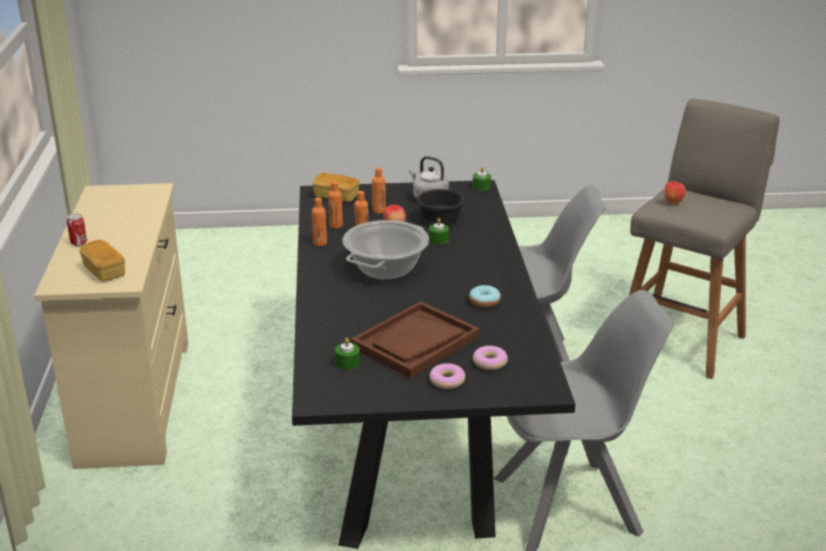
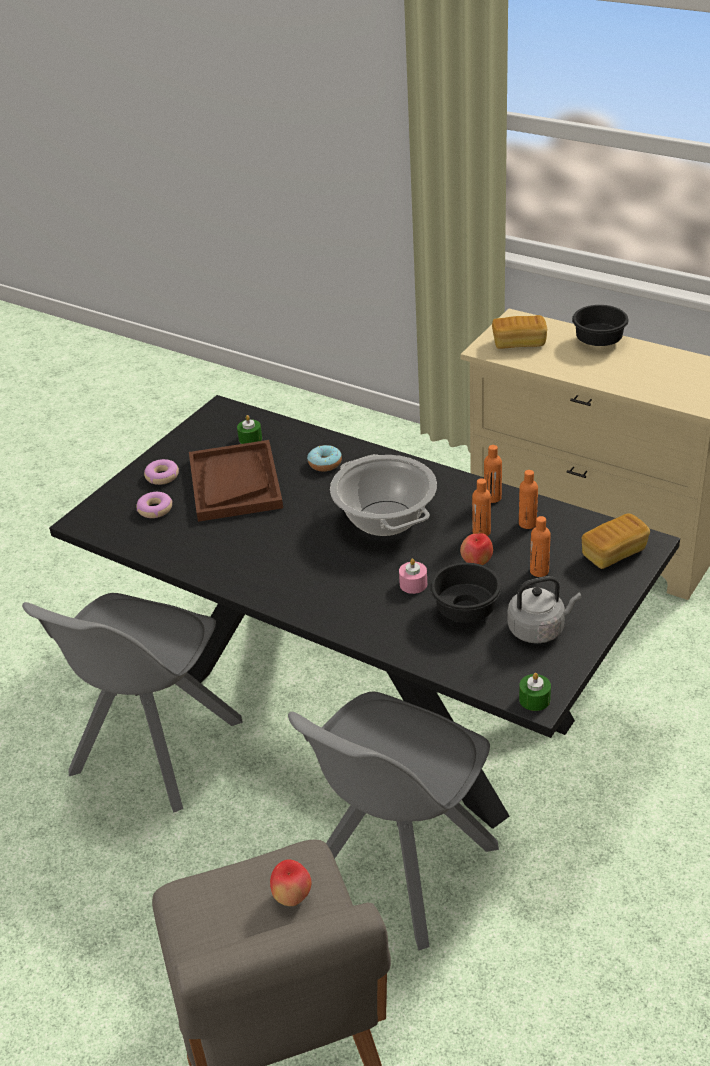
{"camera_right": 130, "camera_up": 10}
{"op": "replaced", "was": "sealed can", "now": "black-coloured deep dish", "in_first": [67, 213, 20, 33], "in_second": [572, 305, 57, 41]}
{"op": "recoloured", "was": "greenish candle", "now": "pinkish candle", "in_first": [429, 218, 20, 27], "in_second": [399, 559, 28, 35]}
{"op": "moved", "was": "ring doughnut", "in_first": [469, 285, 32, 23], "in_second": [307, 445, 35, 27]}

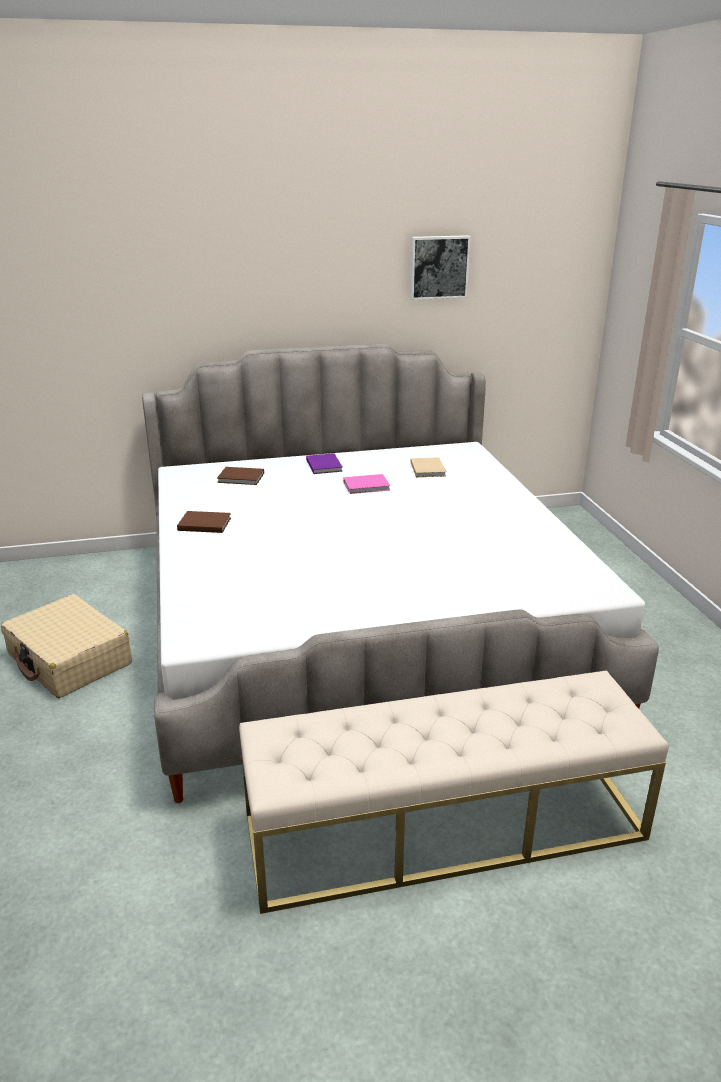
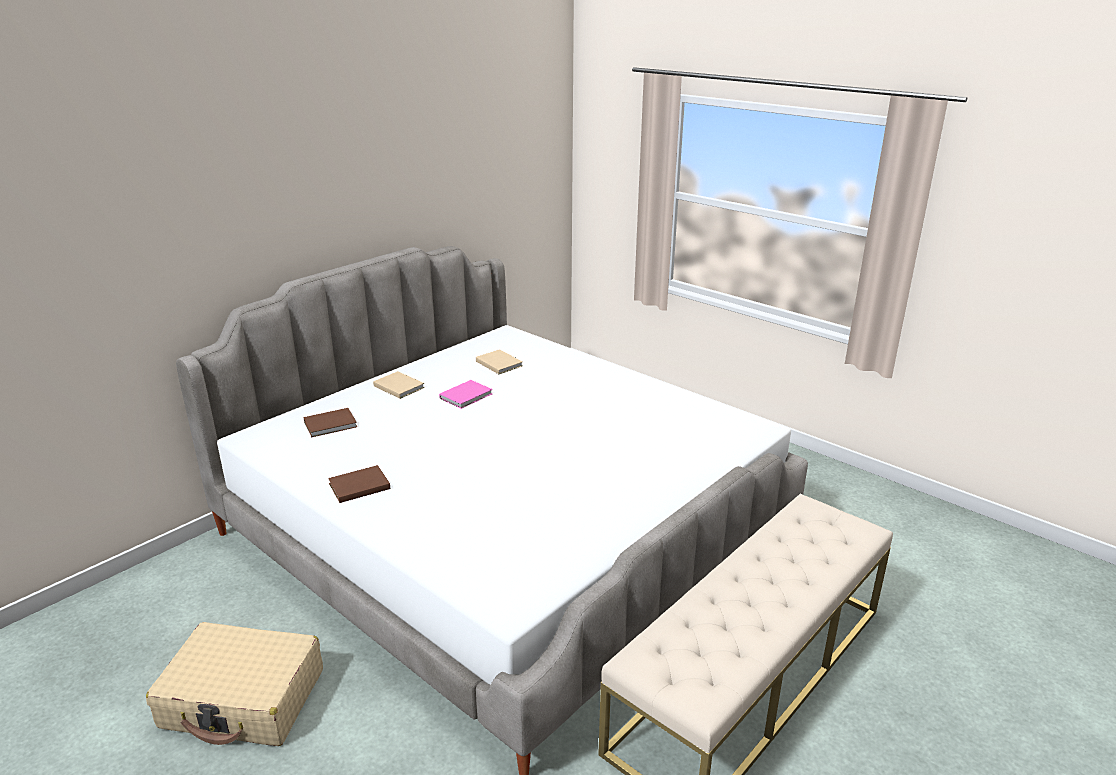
{"camera_right": -35, "camera_up": 0}
{"op": "recoloured", "was": "purplish bound book", "now": "beige bound book", "in_first": [306, 453, 37, 21], "in_second": [373, 371, 52, 28]}
{"op": "removed", "was": "picture", "in_first": [410, 235, 61, 65]}

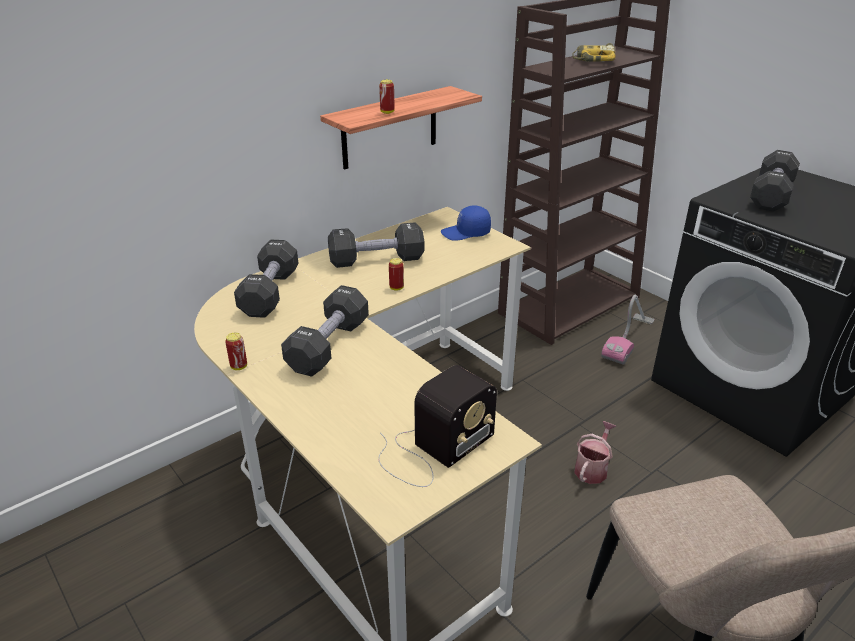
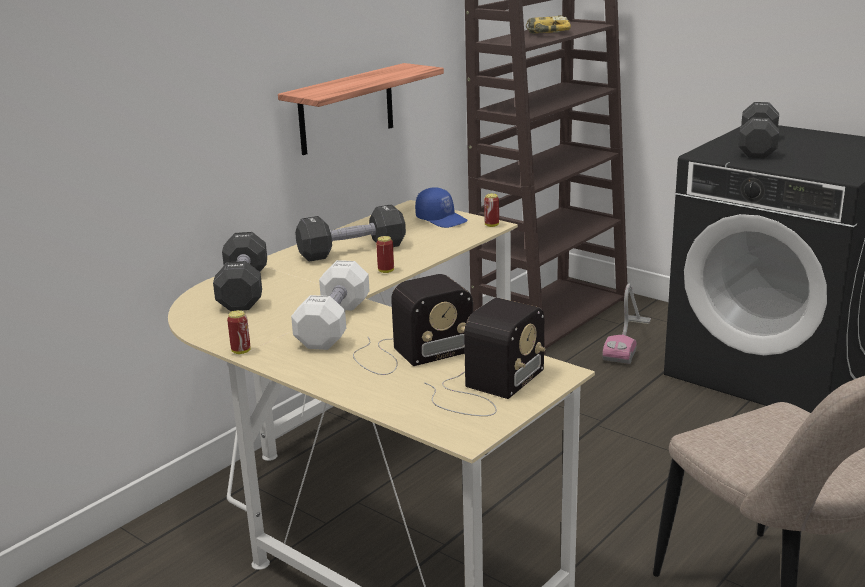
{"camera_right": -10, "camera_up": -10}
{"op": "recoloured", "was": "black-coloured hand weight", "now": "white hand weight", "in_first": [281, 285, 88, 92], "in_second": [291, 260, 79, 90]}
{"op": "moved", "was": "sealed can", "in_first": [379, 80, 16, 34], "in_second": [484, 194, 15, 33]}
{"op": "turned", "was": "blue-coloured peaked cap", "in_first": [441, 205, 50, 36], "in_second": [415, 187, 53, 41], "clockwise": -120}
{"op": "removed", "was": "sprinkling can", "in_first": [574, 421, 43, 63]}
{"op": "added", "now": "radio receiver", "in_second": [353, 274, 120, 101]}

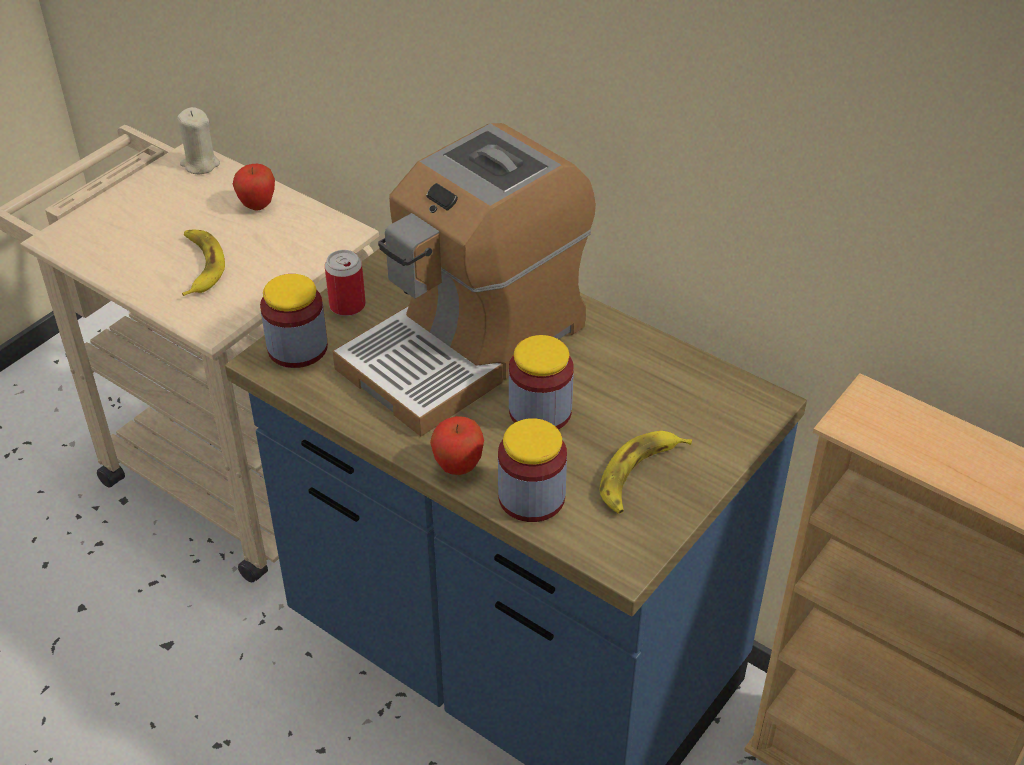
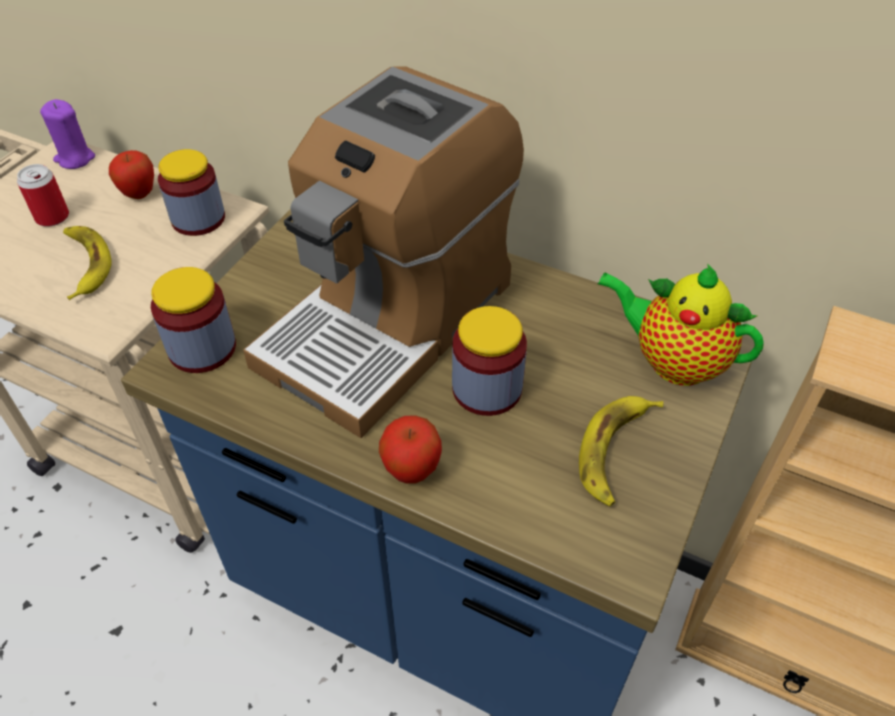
{"camera_right": -10, "camera_up": 5}
{"op": "recoloured", "was": "beige candle", "now": "purplish candle", "in_first": [177, 107, 43, 68], "in_second": [40, 99, 55, 70]}
{"op": "moved", "was": "sealed can", "in_first": [325, 250, 41, 66], "in_second": [17, 164, 52, 63]}
{"op": "moved", "was": "jar", "in_first": [498, 418, 69, 104], "in_second": [158, 149, 67, 87]}
{"op": "added", "now": "pot for tea", "in_second": [598, 264, 166, 122]}

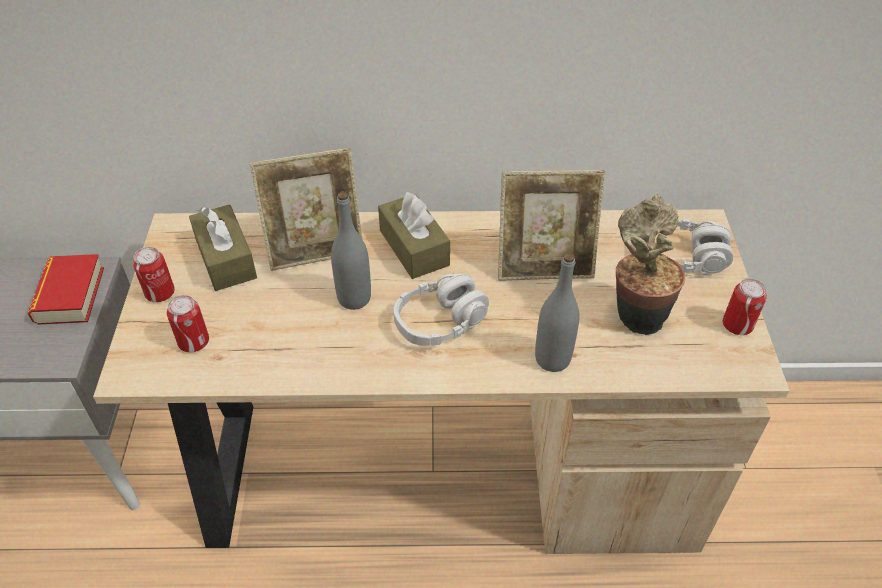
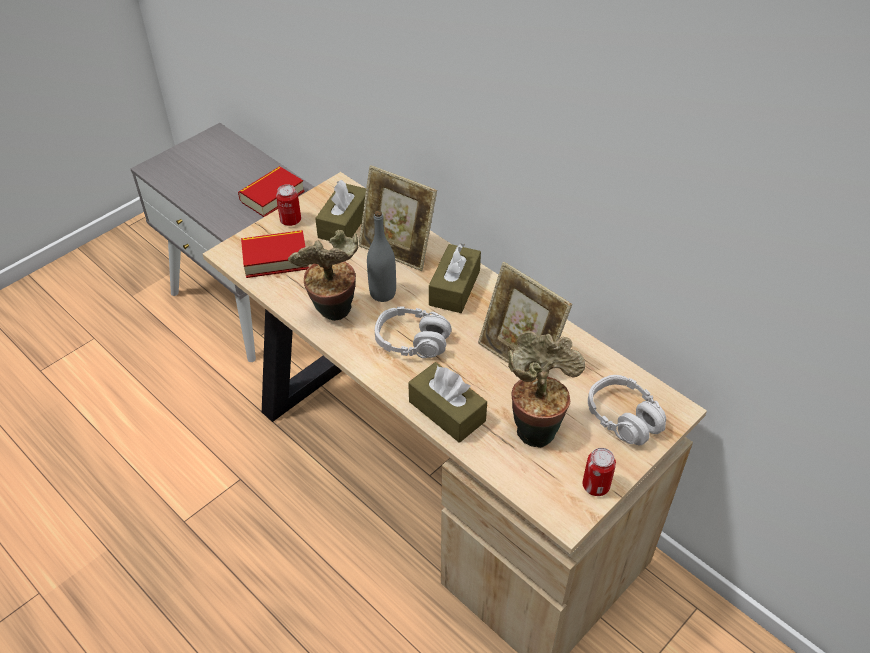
{"camera_right": 45, "camera_up": 0}
{"op": "replaced", "was": "sealed can", "now": "bound book", "in_first": [167, 295, 42, 57], "in_second": [241, 230, 68, 48]}
{"op": "replaced", "was": "grey drink bottle", "now": "brownish tissue holder", "in_first": [535, 253, 44, 119], "in_second": [408, 362, 79, 81]}
{"op": "added", "now": "houseplant", "in_second": [288, 230, 70, 91]}

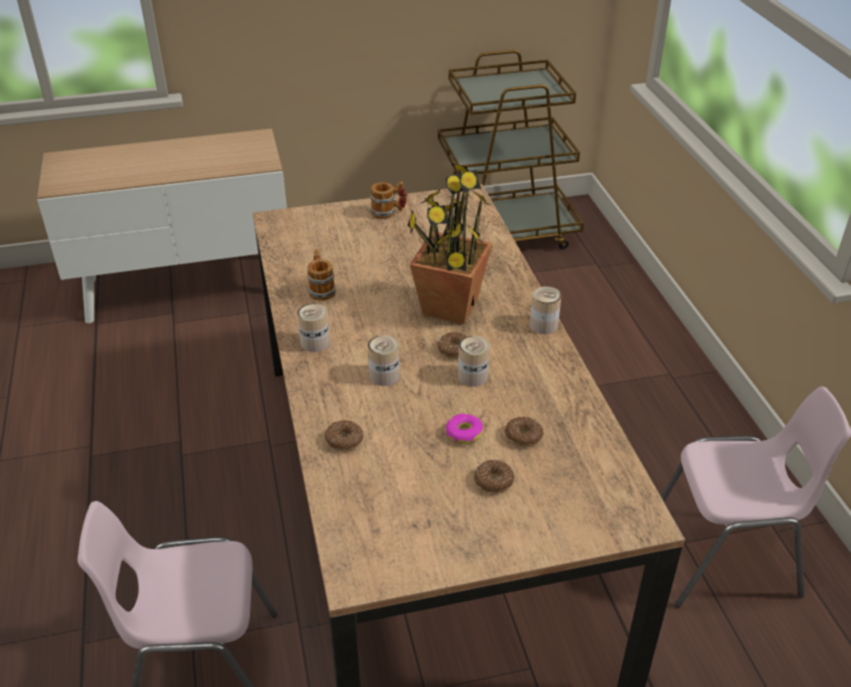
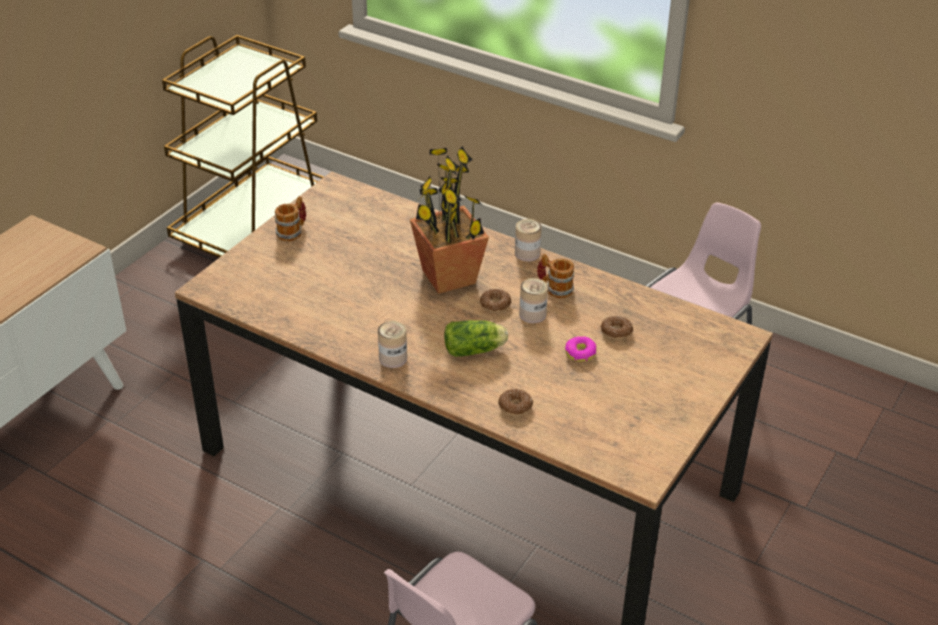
{"camera_right": -45, "camera_up": 0}
{"op": "moved", "was": "coffee mug", "in_first": [307, 249, 29, 52], "in_second": [537, 253, 37, 46]}
{"op": "replaced", "was": "sealed can", "now": "head of lettuce", "in_first": [368, 335, 31, 51], "in_second": [444, 320, 64, 37]}
{"op": "removed", "was": "ring doughnut", "in_first": [474, 460, 40, 33]}

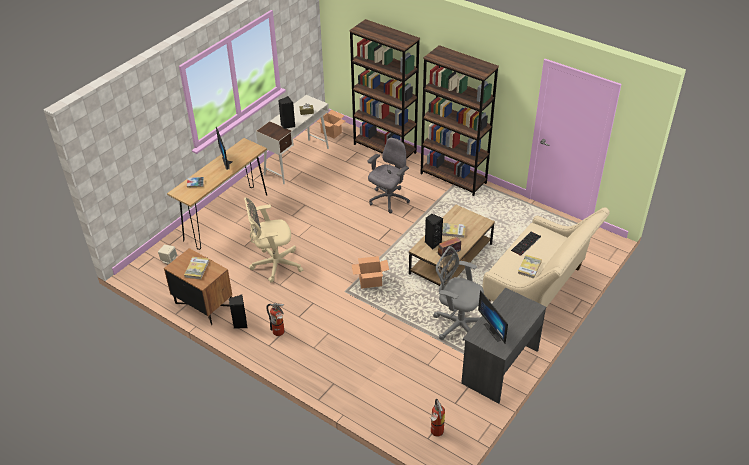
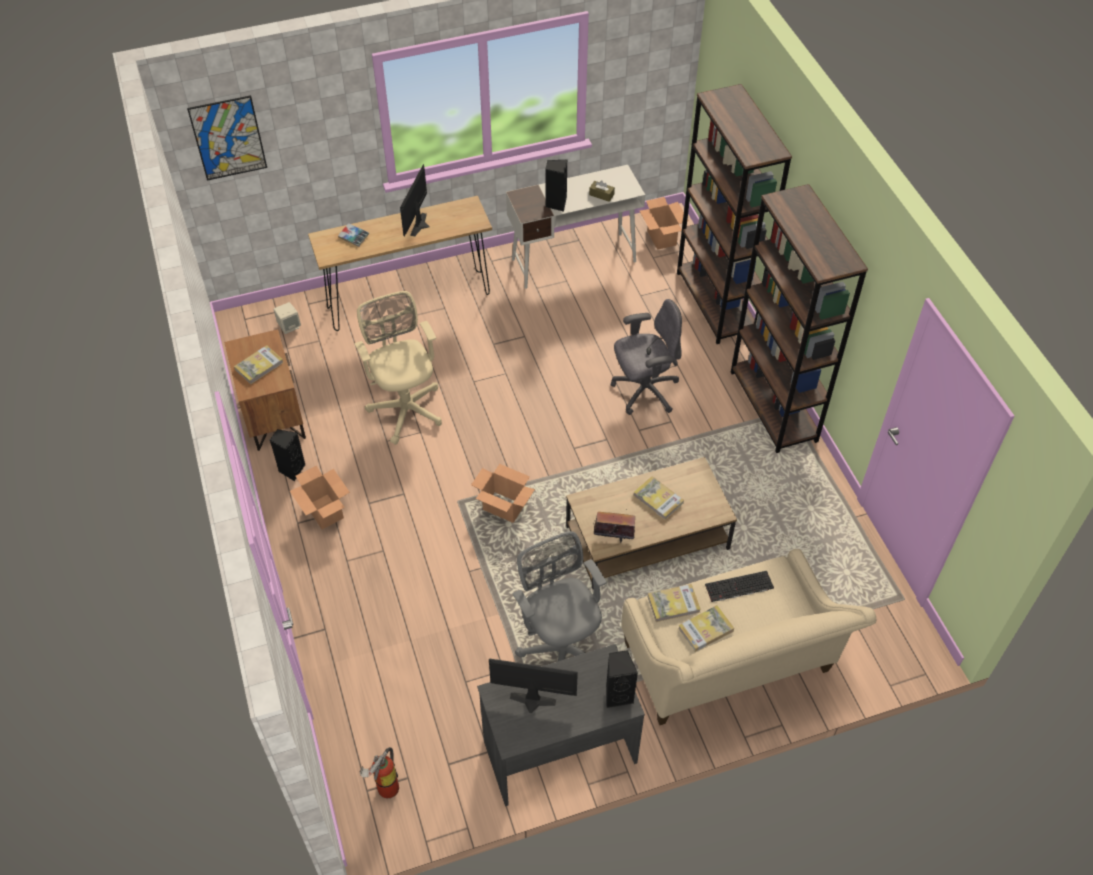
{"camera_right": 35, "camera_up": 10}
{"op": "turned", "was": "beige desk chair", "in_first": [244, 197, 59, 85], "in_second": [355, 291, 87, 154], "clockwise": 45}
{"op": "replaced", "was": "extinguisher", "now": "packing box", "in_first": [266, 303, 19, 33], "in_second": [290, 466, 60, 63]}
{"op": "moved", "was": "black-coloured audio speaker", "in_first": [425, 214, 18, 36], "in_second": [606, 650, 32, 58]}
{"op": "turned", "was": "computer display", "in_first": [478, 290, 30, 53], "in_second": [489, 658, 89, 55], "clockwise": 90}
{"op": "added", "now": "picture", "in_second": [187, 95, 80, 86]}
{"op": "added", "now": "bound book", "in_second": [648, 584, 53, 38]}

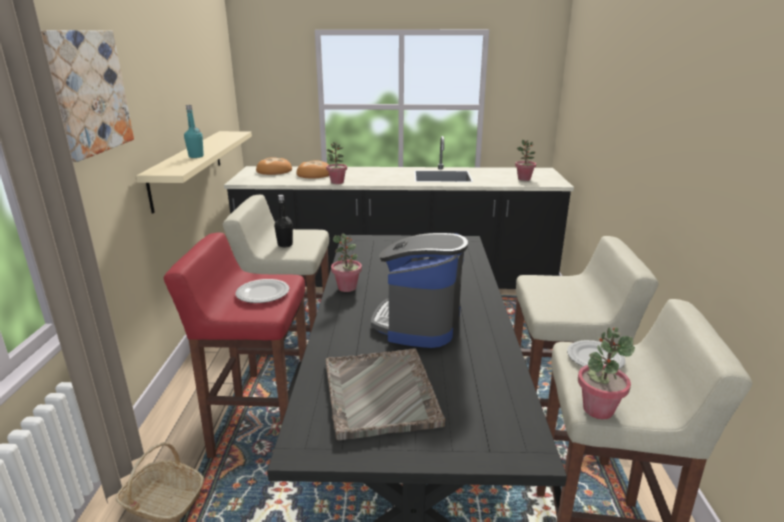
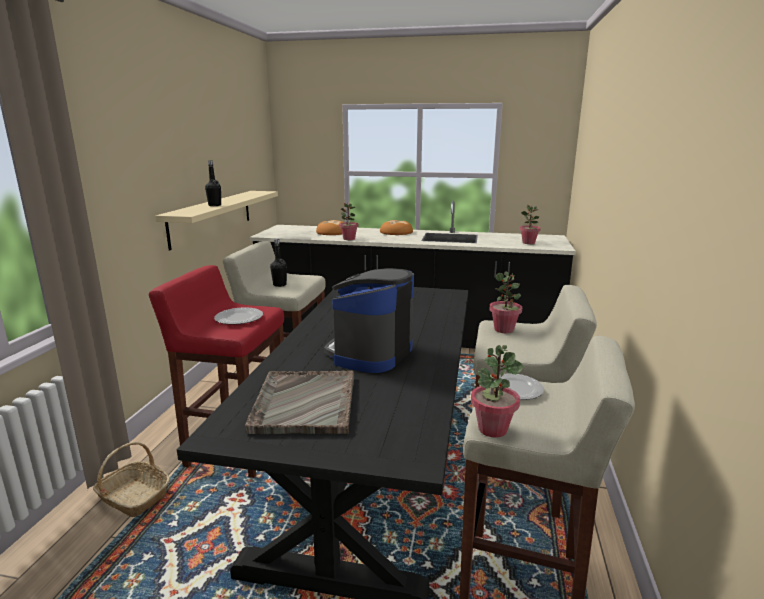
{"camera_right": 10, "camera_up": -5}
{"op": "removed", "was": "picture", "in_first": [41, 30, 93, 132]}
{"op": "recoloured", "was": "blue-green drink bottle", "now": "black-coloured drink bottle", "in_first": [184, 105, 20, 53], "in_second": [205, 160, 16, 46]}
{"op": "moved", "was": "bakery bread", "in_first": [256, 157, 36, 18], "in_second": [380, 220, 33, 15]}
{"op": "moved", "was": "houseplant", "in_first": [331, 233, 31, 59], "in_second": [490, 271, 32, 62]}

